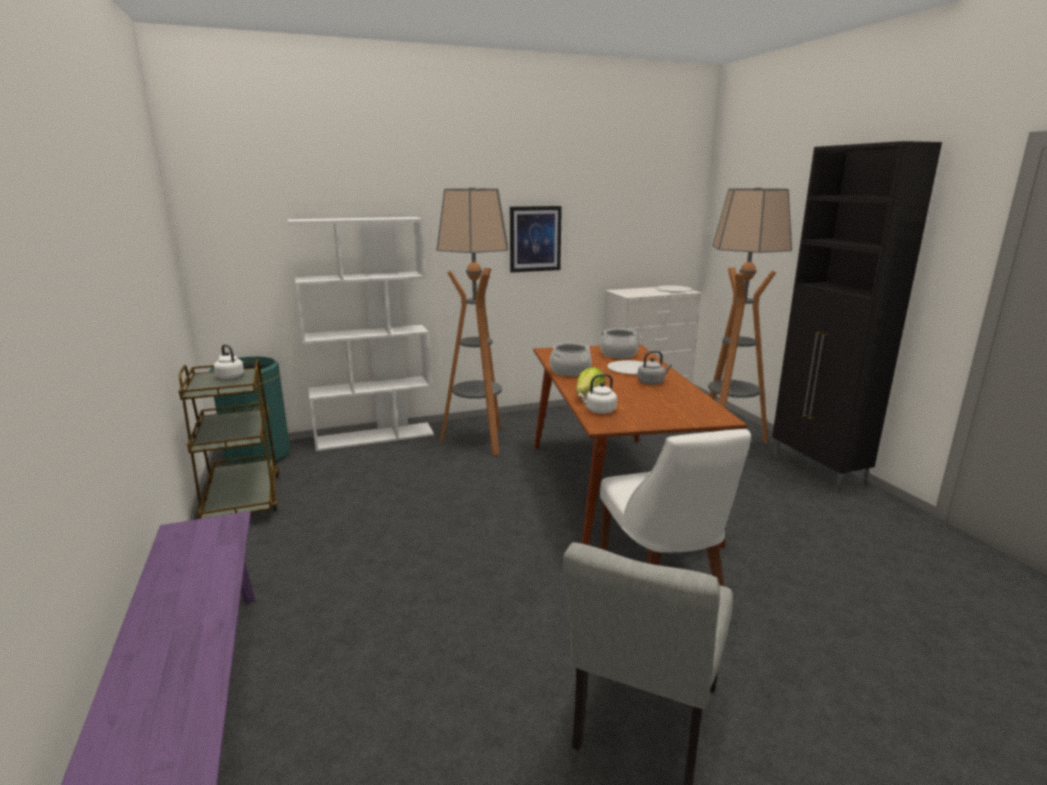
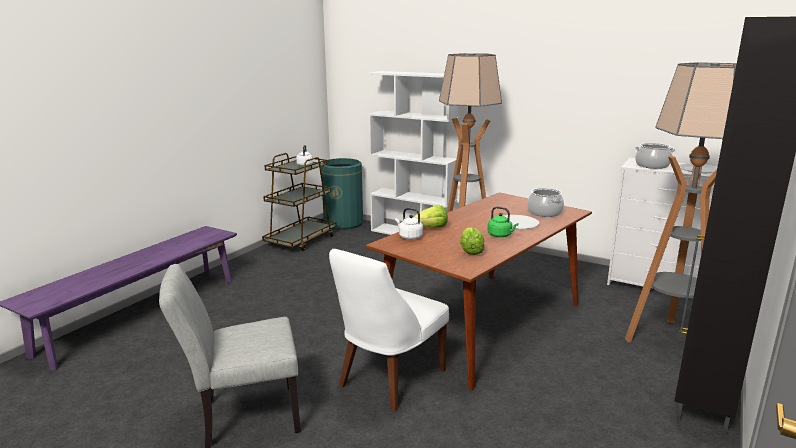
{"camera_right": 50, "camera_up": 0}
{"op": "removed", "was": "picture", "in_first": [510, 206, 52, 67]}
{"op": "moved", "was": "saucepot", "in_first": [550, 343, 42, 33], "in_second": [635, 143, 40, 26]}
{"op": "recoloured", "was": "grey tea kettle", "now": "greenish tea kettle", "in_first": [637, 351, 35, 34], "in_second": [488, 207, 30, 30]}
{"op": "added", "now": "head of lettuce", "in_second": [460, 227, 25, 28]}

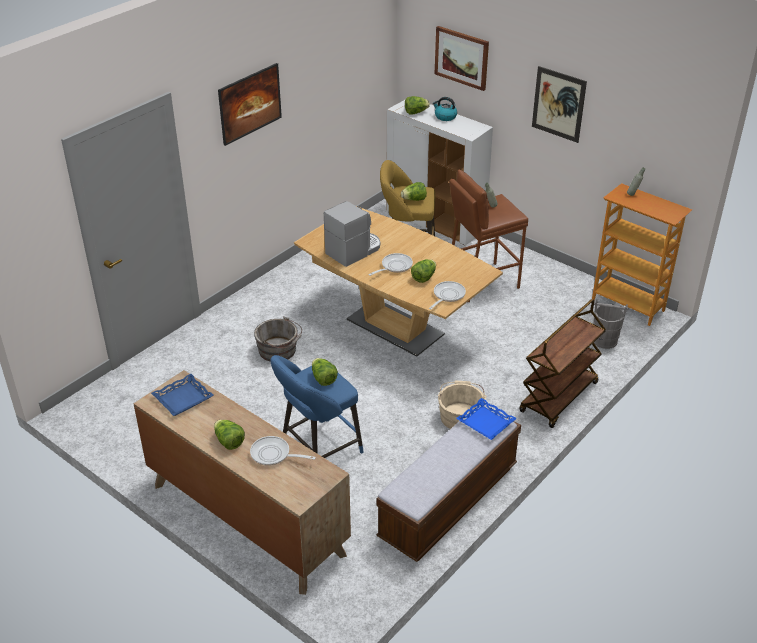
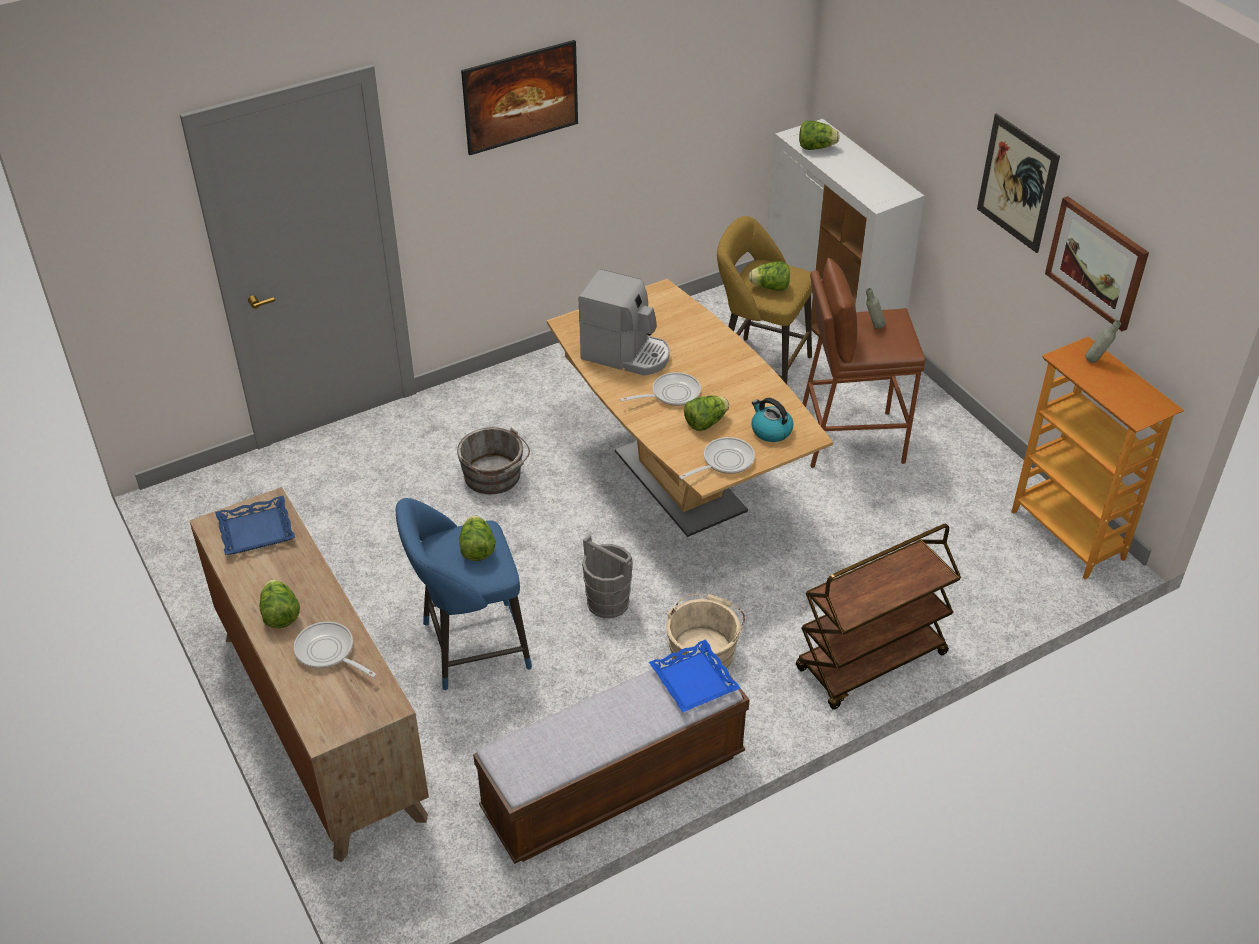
{"camera_right": 20, "camera_up": 5}
{"op": "turned", "was": "coffee maker", "in_first": [324, 201, 56, 66], "in_second": [579, 269, 91, 107], "clockwise": 45}
{"op": "moved", "was": "tea kettle", "in_first": [433, 97, 24, 24], "in_second": [751, 398, 42, 44]}
{"op": "moved", "was": "picture", "in_first": [435, 26, 54, 65], "in_second": [1045, 196, 104, 135]}
{"op": "moved", "was": "grey bucket", "in_first": [593, 299, 35, 50], "in_second": [582, 535, 51, 83]}

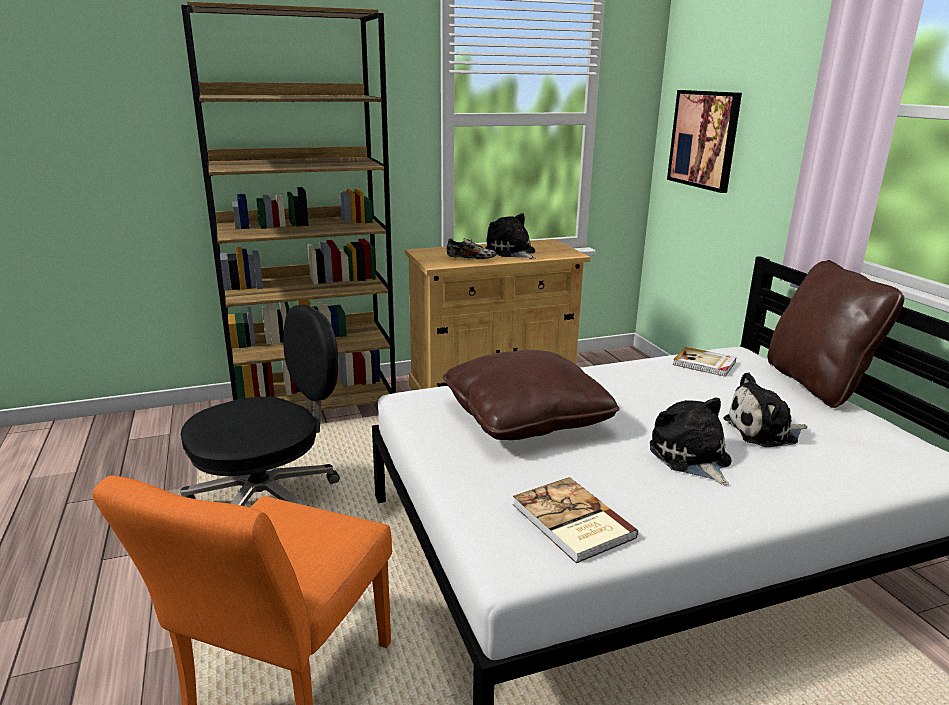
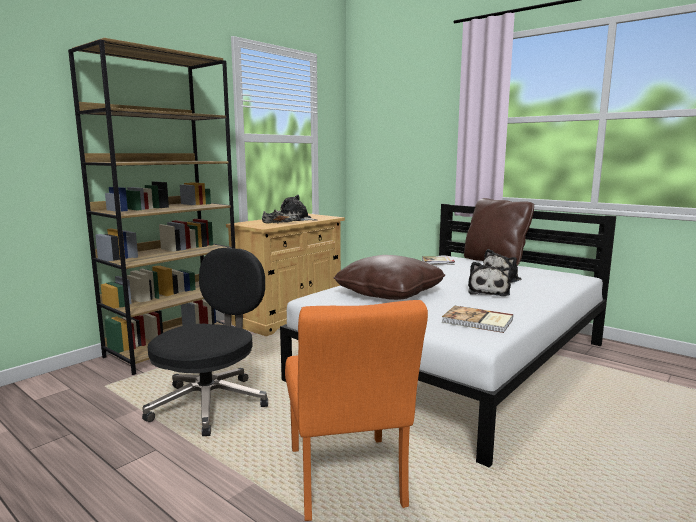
{"camera_right": -30, "camera_up": -10}
{"op": "turned", "was": "plush toy", "in_first": [650, 397, 81, 88], "in_second": [468, 262, 44, 34], "clockwise": -120}
{"op": "removed", "was": "picture", "in_first": [667, 90, 75, 103]}

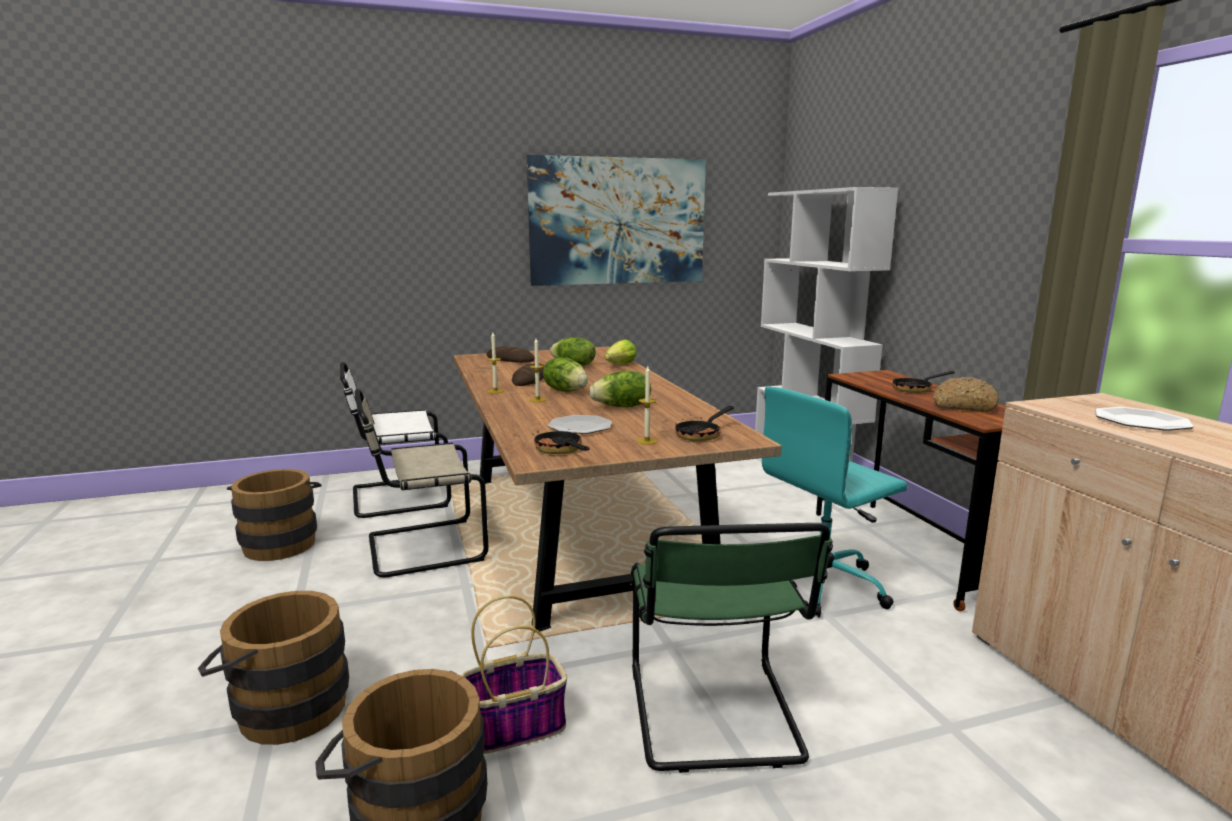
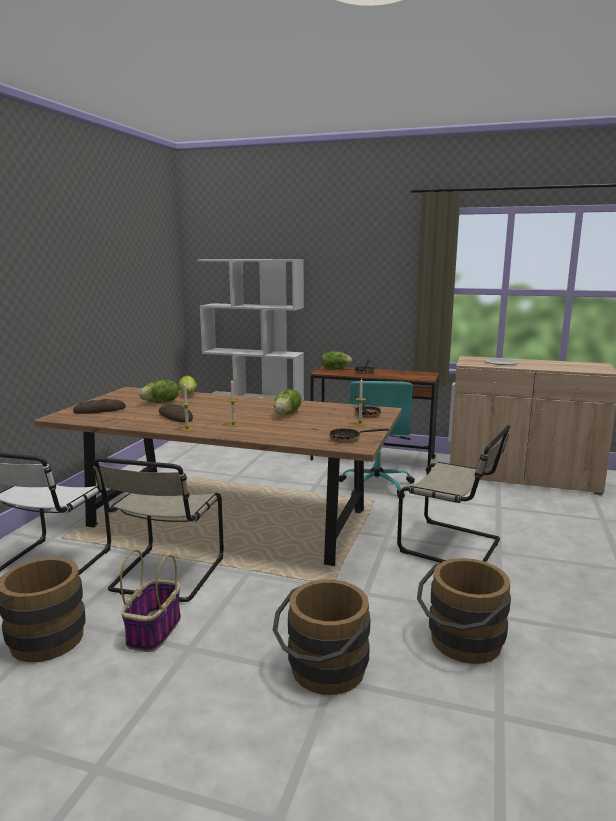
{"camera_right": -55, "camera_up": 0}
{"op": "moved", "was": "household basket", "in_first": [460, 595, 107, 159], "in_second": [120, 550, 61, 102]}
{"op": "removed", "was": "picture", "in_first": [527, 155, 179, 131]}
{"op": "moved", "was": "head of lettuce", "in_first": [543, 357, 45, 35], "in_second": [321, 351, 31, 19]}
{"op": "removed", "was": "dinner plate", "in_first": [548, 415, 64, 19]}
{"op": "recoloured", "was": "greenish chair", "now": "beige chair", "in_first": [631, 523, 202, 250], "in_second": [397, 425, 113, 138]}
{"op": "removed", "was": "bakery bread", "in_first": [933, 377, 65, 35]}

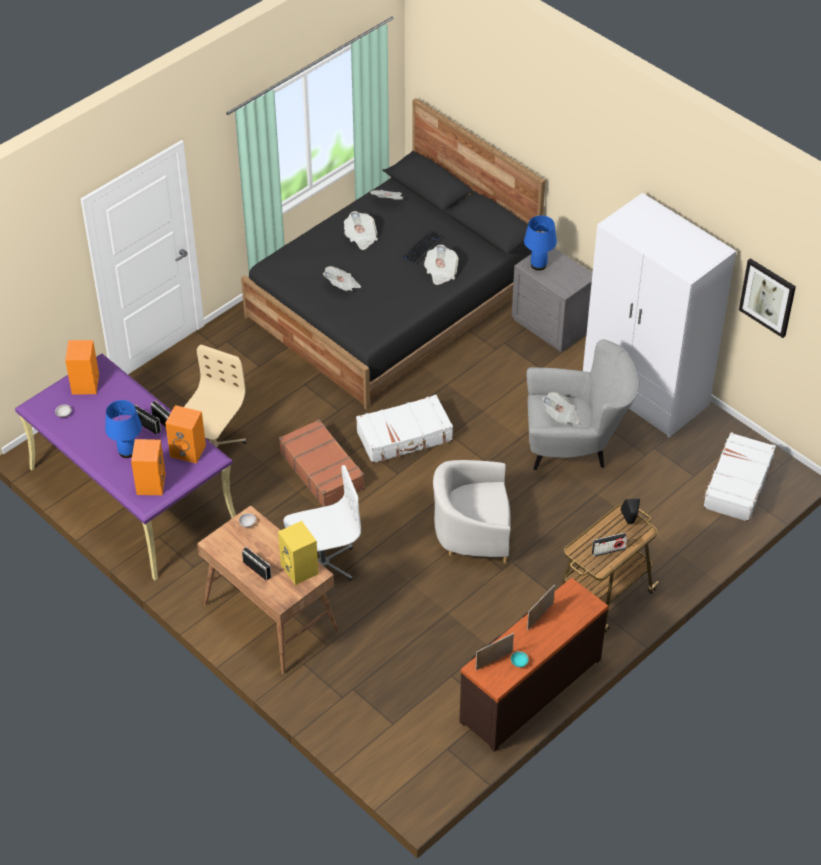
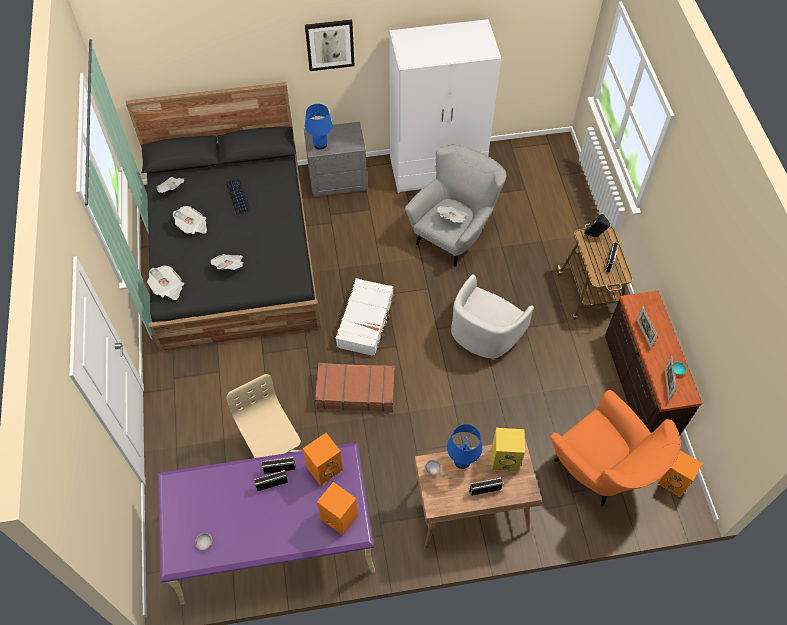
{"camera_right": -55, "camera_up": 10}
{"op": "moved", "was": "orange audio speaker", "in_first": [65, 340, 34, 54], "in_second": [658, 450, 44, 47]}
{"op": "moved", "was": "blue-coloured table lamp", "in_first": [105, 400, 37, 58], "in_second": [447, 424, 35, 45]}
{"op": "removed", "was": "white desk chair", "in_first": [283, 465, 78, 116]}
{"op": "moved", "was": "daily paper", "in_first": [424, 245, 35, 40], "in_second": [147, 266, 37, 34]}
{"op": "removed", "was": "white piece of luggage", "in_first": [702, 432, 74, 90]}
{"op": "moved", "was": "picture", "in_first": [739, 258, 57, 80], "in_second": [305, 19, 50, 52]}
{"op": "added", "now": "orange armchair", "in_second": [551, 390, 130, 116]}

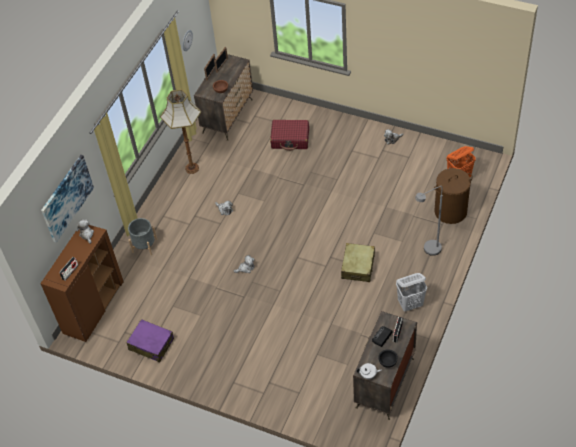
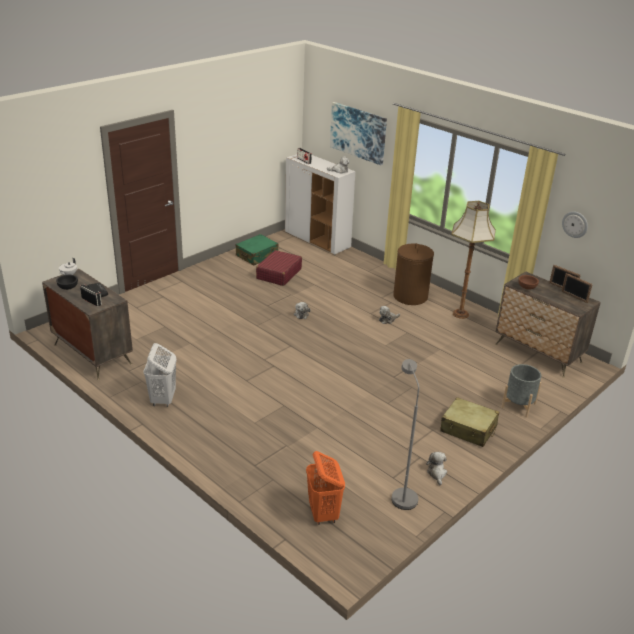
{"camera_right": 105, "camera_up": -20}
{"op": "recoloured", "was": "brownish cupboard", "now": "white cupboard", "in_first": [40, 225, 84, 117], "in_second": [285, 154, 70, 101]}
{"op": "recoloured", "was": "purplish piece of luggage", "now": "greenish piece of luggage", "in_first": [126, 319, 48, 43], "in_second": [236, 234, 42, 32]}
{"op": "moved", "was": "grey planter", "in_first": [128, 218, 30, 37], "in_second": [501, 364, 40, 53]}
{"op": "moved", "was": "reddish piece of luggage", "in_first": [270, 120, 39, 31], "in_second": [256, 250, 46, 36]}
{"op": "moved", "was": "beige piece of luggage", "in_first": [341, 243, 34, 39], "in_second": [440, 397, 59, 50]}
{"op": "moved", "was": "grey floor lamp", "in_first": [415, 186, 28, 70], "in_second": [392, 359, 27, 151]}
{"op": "moved", "was": "brownish laundry basket", "in_first": [434, 168, 39, 56], "in_second": [393, 243, 41, 62]}

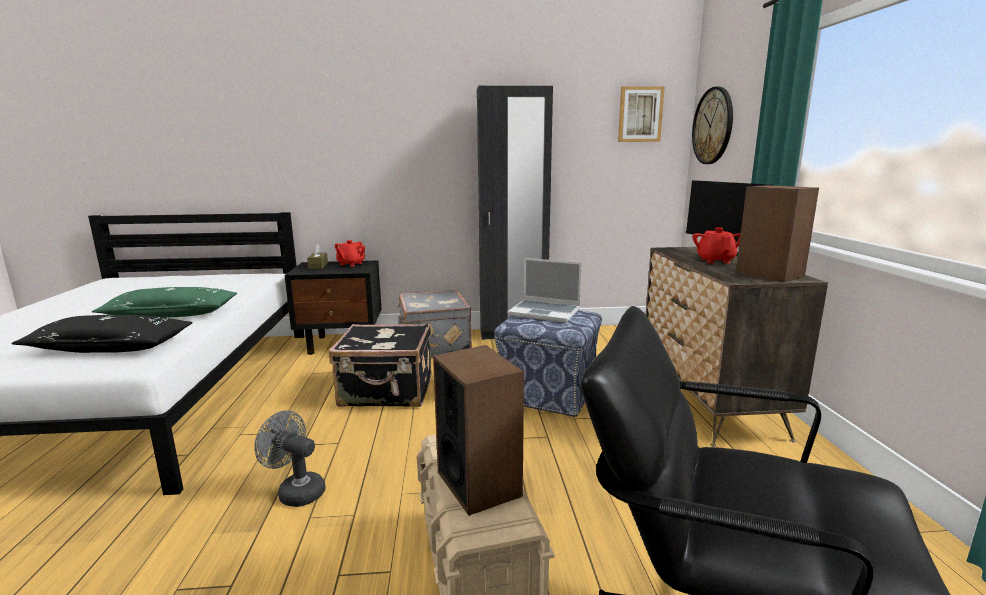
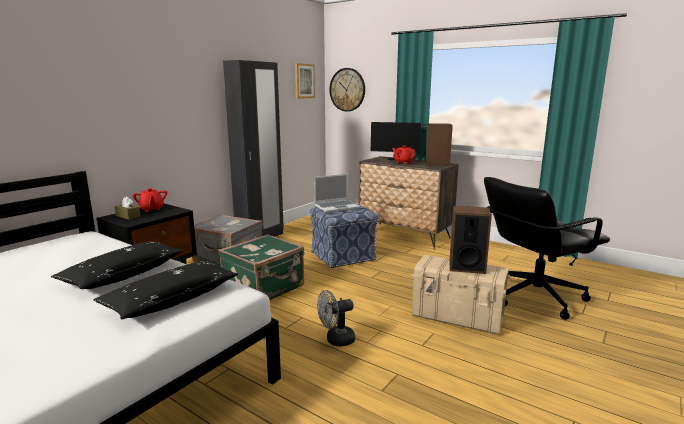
{"camera_right": -50, "camera_up": 0}
{"op": "recoloured", "was": "greenish cushion", "now": "black-coloured cushion", "in_first": [92, 287, 145, 31], "in_second": [51, 241, 132, 48]}
{"op": "recoloured", "was": "black-coloured piece of luggage", "now": "greenish piece of luggage", "in_first": [329, 324, 103, 83], "in_second": [219, 234, 85, 66]}

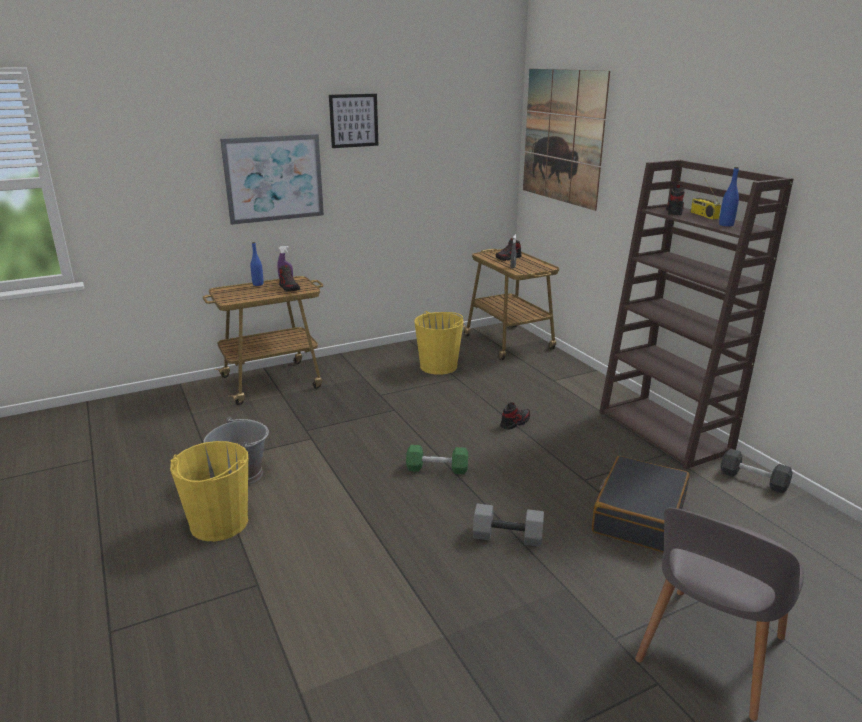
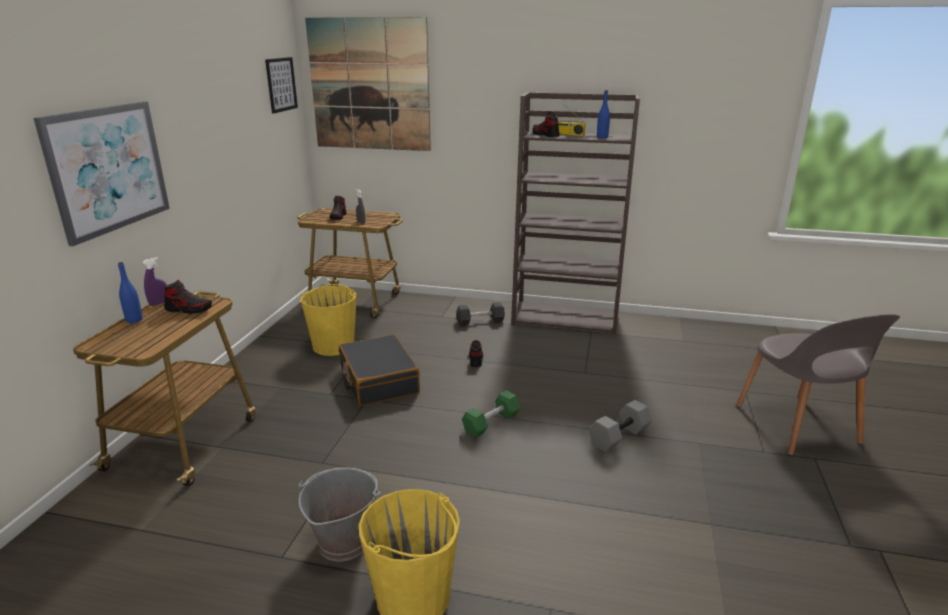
{"camera_right": -50, "camera_up": 0}
{"op": "moved", "was": "picture", "in_first": [329, 94, 49, 54], "in_second": [265, 57, 33, 57]}
{"op": "moved", "was": "black-coloured piece of luggage", "in_first": [592, 456, 97, 96], "in_second": [339, 334, 81, 72]}
{"op": "moved", "was": "black-coloured hand weight", "in_first": [721, 448, 71, 45], "in_second": [456, 302, 49, 24]}

